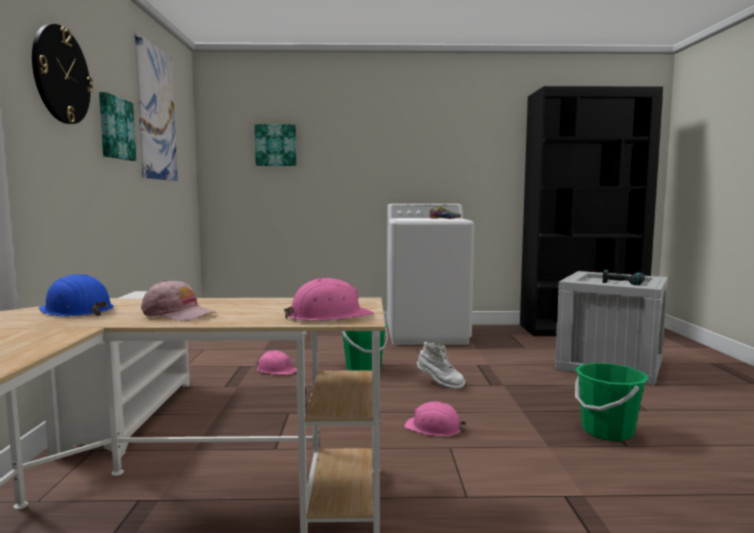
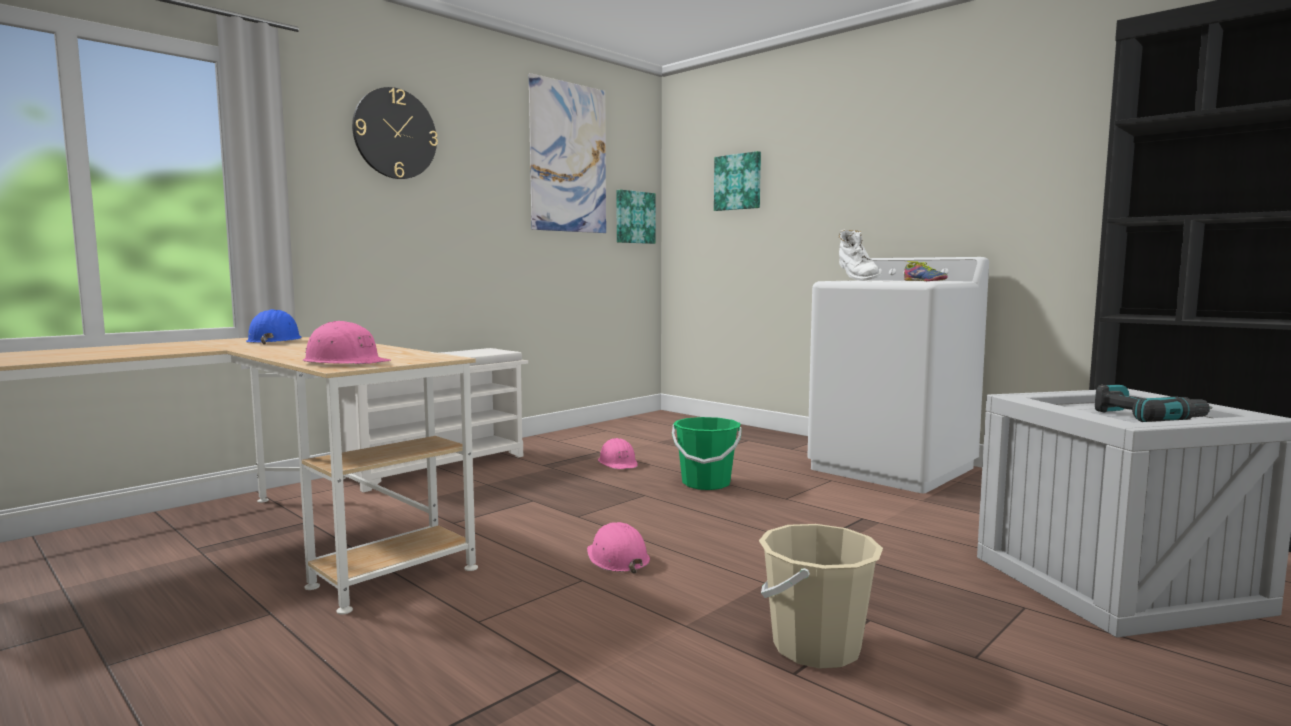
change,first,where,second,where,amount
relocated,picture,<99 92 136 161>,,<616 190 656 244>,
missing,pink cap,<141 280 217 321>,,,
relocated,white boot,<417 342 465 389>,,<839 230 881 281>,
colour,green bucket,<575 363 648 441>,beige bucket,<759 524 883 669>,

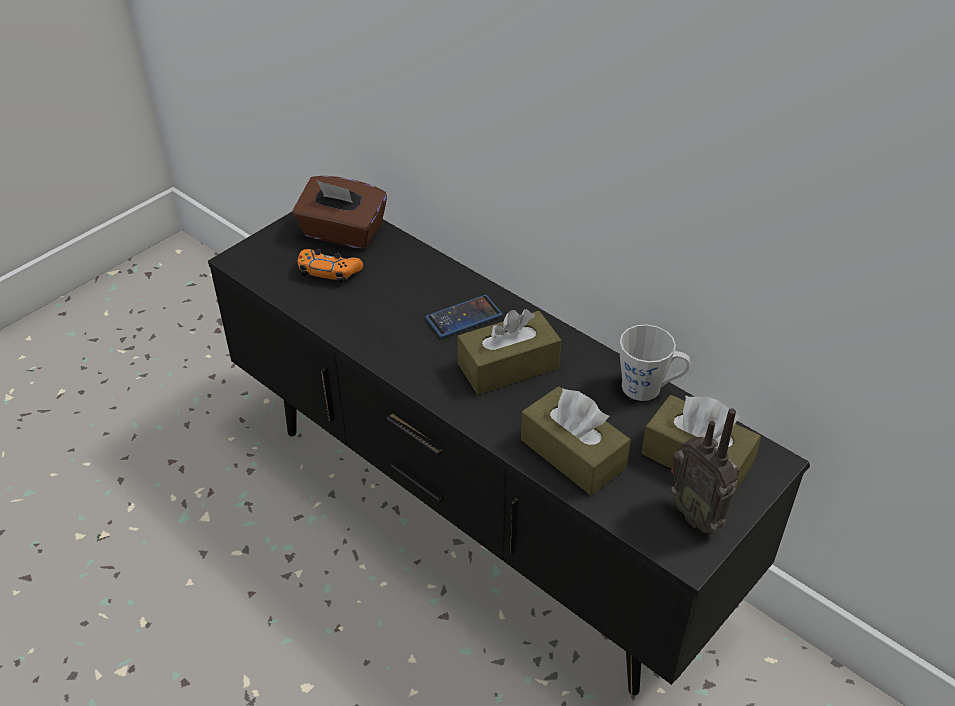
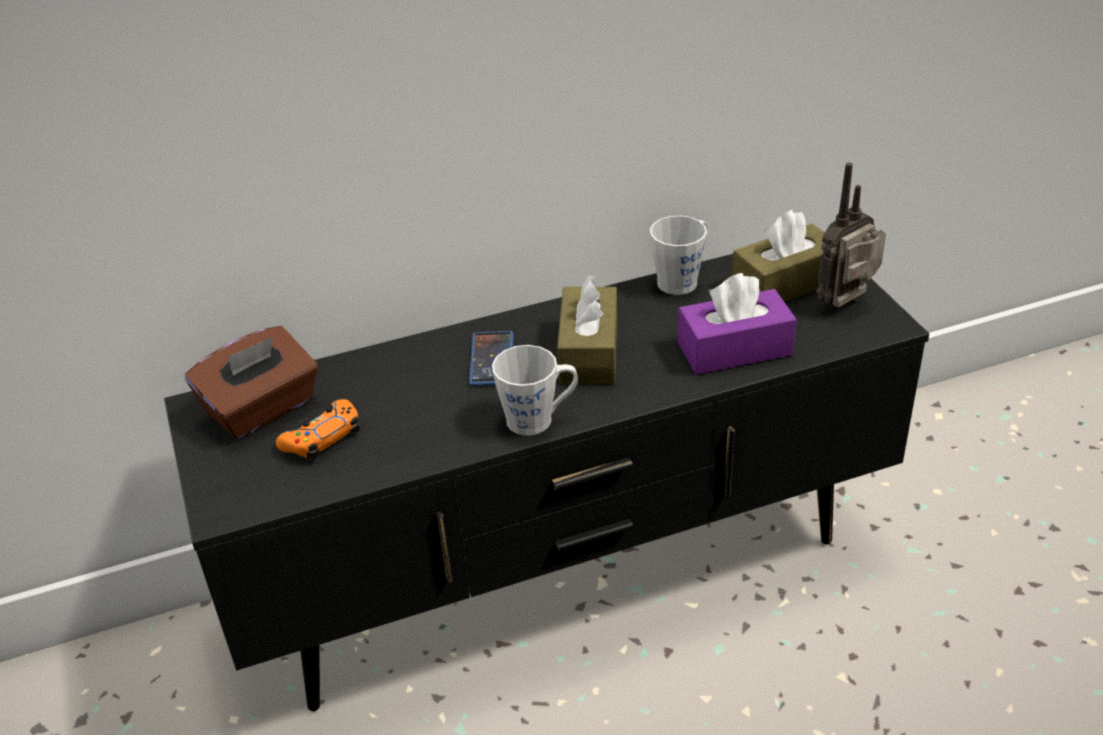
change,first,where,second,where,amount
colour,brown tissue box,<521 386 631 495>,purple tissue box,<678 273 797 375>,
spun,radio,<671 408 738 533>,,<816 163 886 308>,150 degrees clockwise
appeared,,,grey mug,<492 345 578 436>,

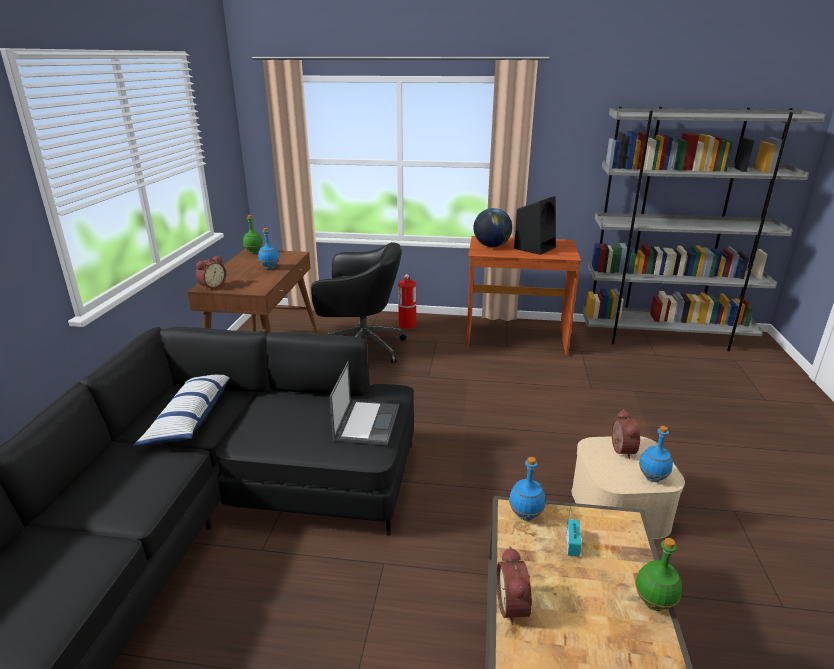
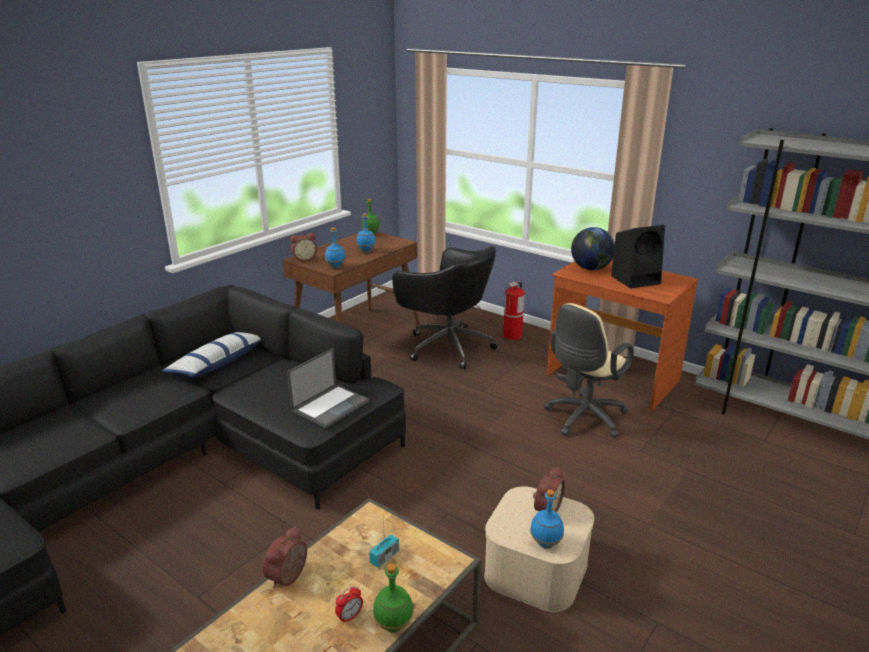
change,first,where,second,where,amount
relocated,blue bottle,<509 457 545 521>,,<325 227 346 269>,
appeared,,,alarm clock,<335 586 363 624>,
appeared,,,beige office chair,<544 303 634 438>,

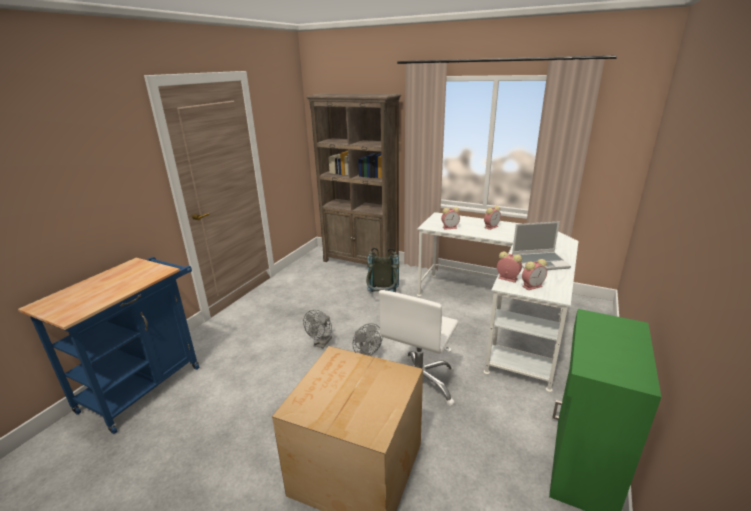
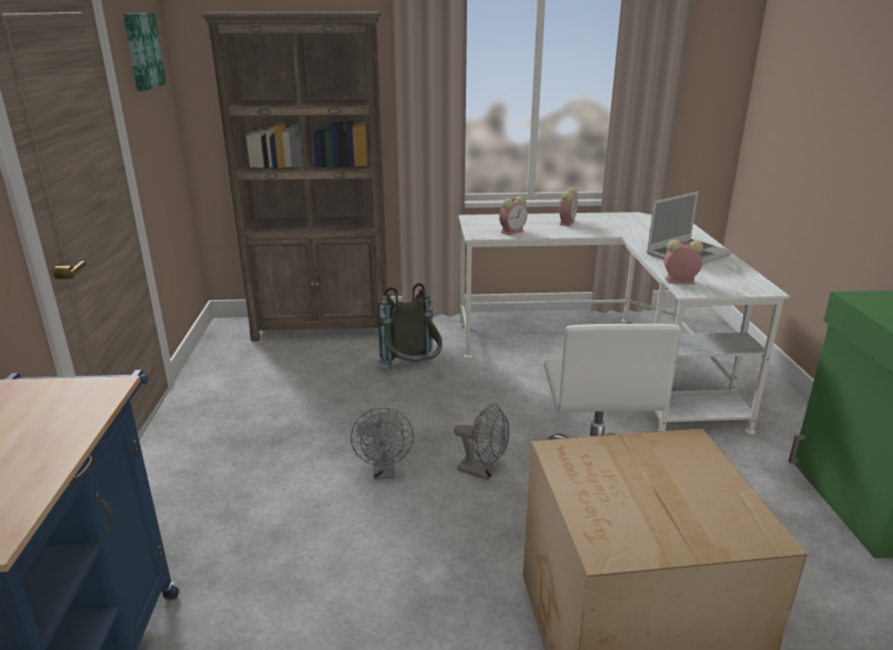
change,first,where,second,where,amount
missing,alarm clock,<522 259 547 290>,,,
appeared,,,picture,<123 13 166 91>,

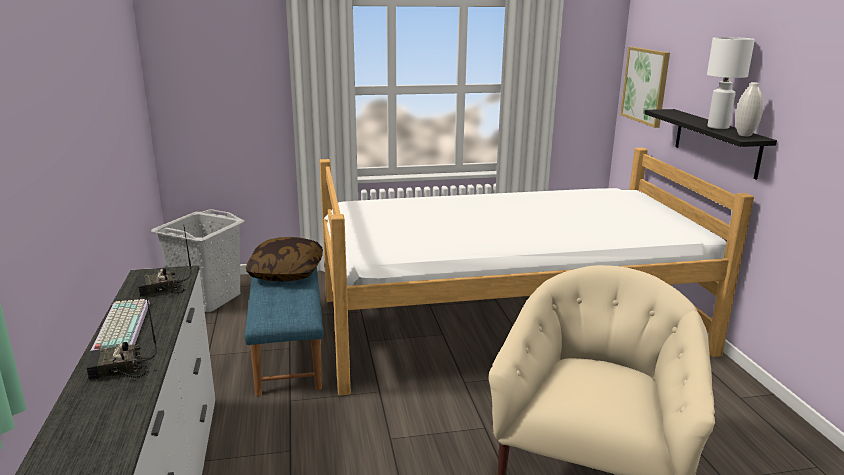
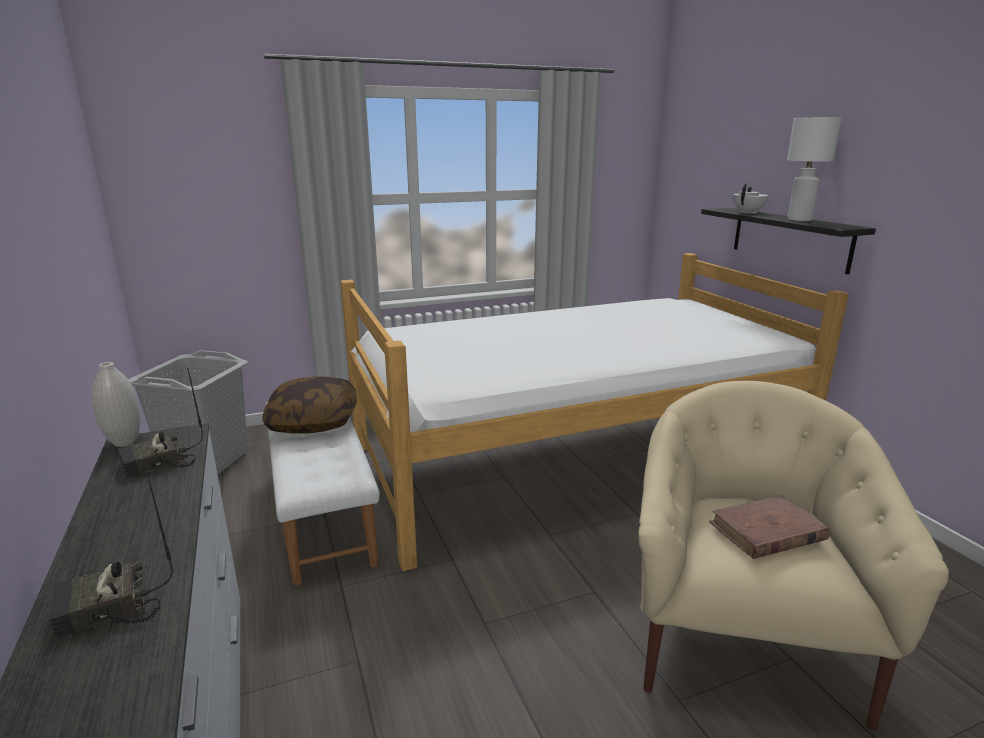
change,first,where,second,where,amount
missing,keyboard,<90 299 150 353>,,,
colour,blue bench,<245 267 324 396>,white bench,<266 402 380 586>,
missing,picture,<620 47 670 128>,,,
relocated,white vase,<735 82 763 136>,,<92 362 141 447>,
appeared,,,brown book,<709 495 830 559>,
appeared,,,white teapot,<733 183 769 214>,

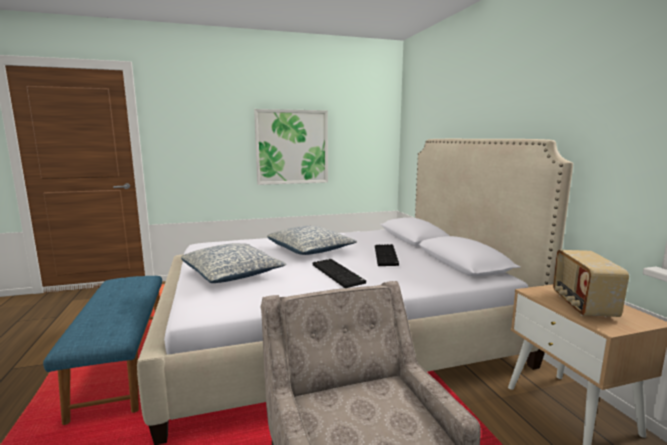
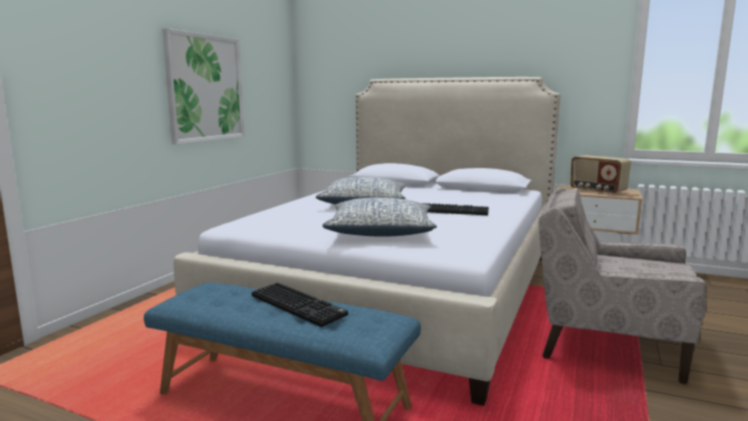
change,first,where,second,where,amount
relocated,keyboard,<375 244 399 266>,,<251 282 348 327>,

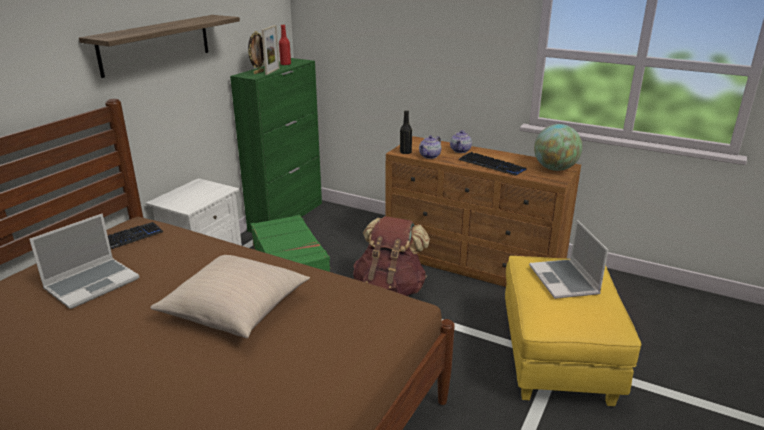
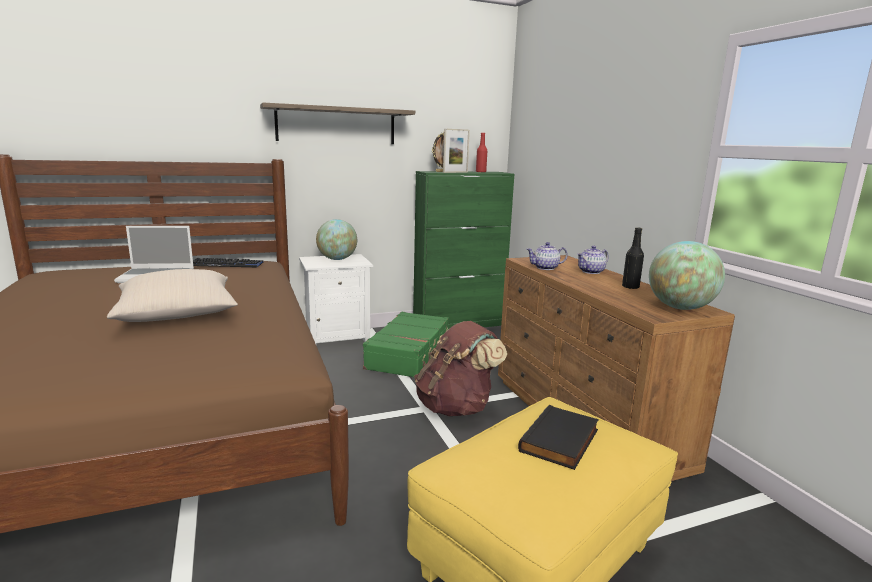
change,first,where,second,where,amount
relocated,black bottle,<400 110 412 154>,,<622 227 644 289>,
missing,keyboard,<459 152 527 176>,,,
exchanged,laptop,<529 220 608 299>,black book,<518 405 599 470>,
appeared,,,globe,<316 219 357 260>,

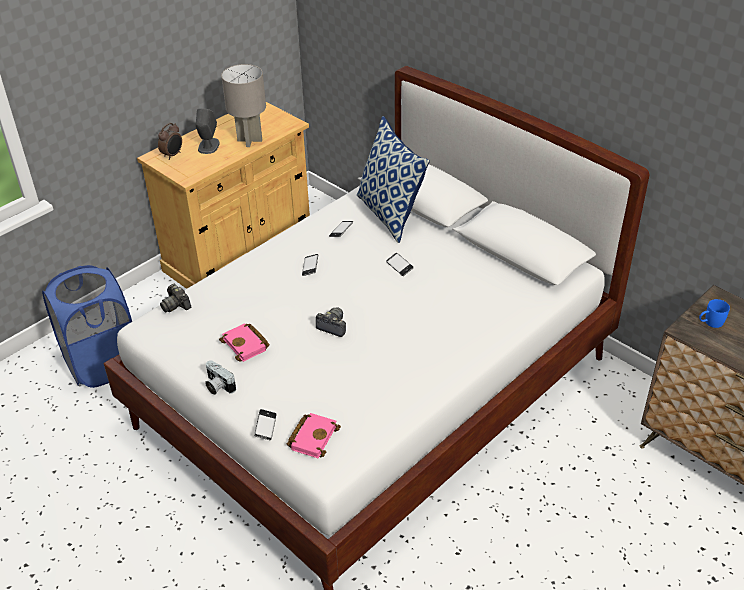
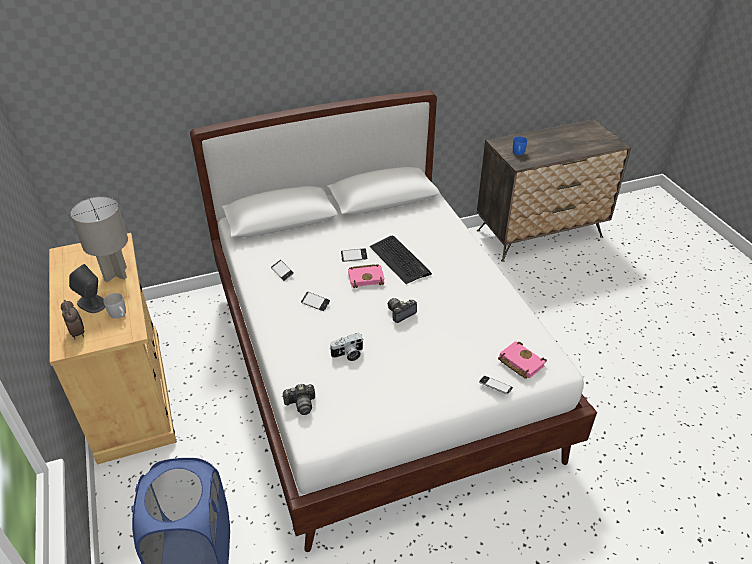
change,first,where,second,where,amount
relocated,photo camera,<205 361 236 395>,,<330 333 363 361>,
relocated,pink book,<219 323 270 362>,,<348 264 385 288>,
missing,pillow,<357 116 430 243>,,,
appeared,,,white mug,<103 293 126 319>,
appeared,,,keyboard,<370 235 432 284>,

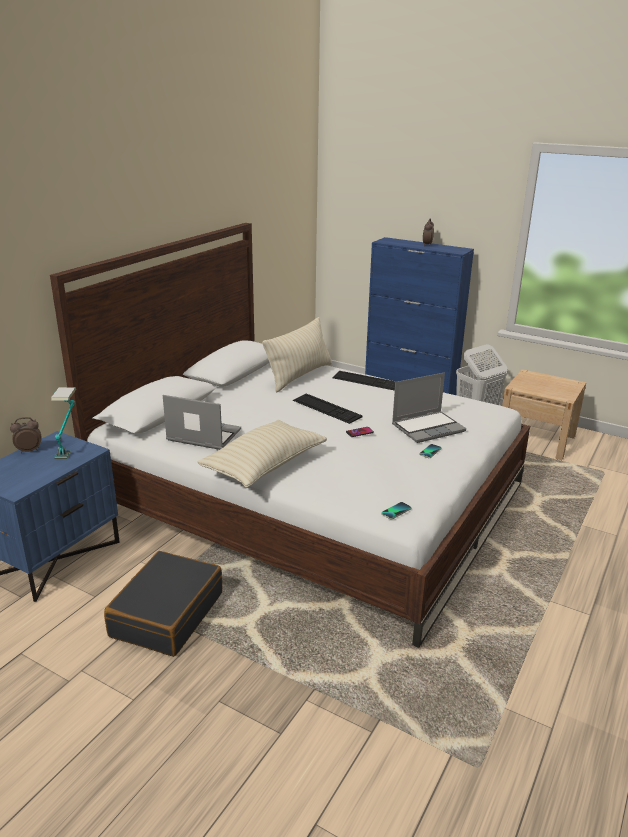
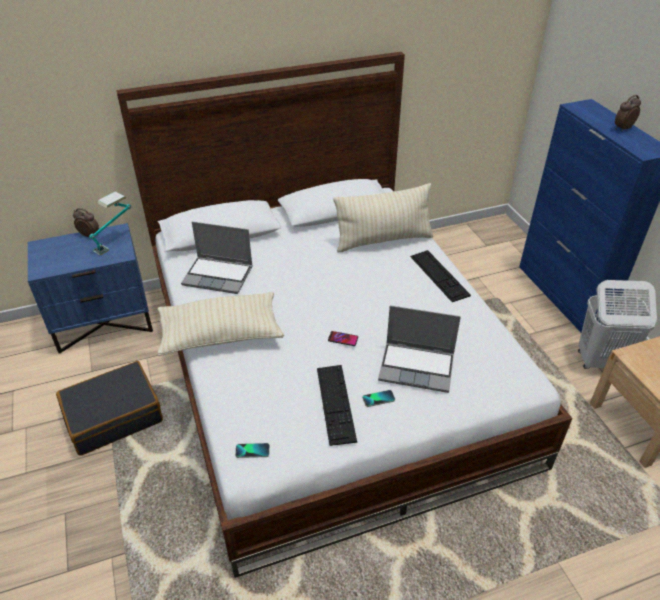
change,first,where,second,where,amount
spun,laptop,<163 395 241 450>,,<181 222 253 294>,135 degrees clockwise
relocated,keyboard,<293 393 362 424>,,<317 365 357 446>,

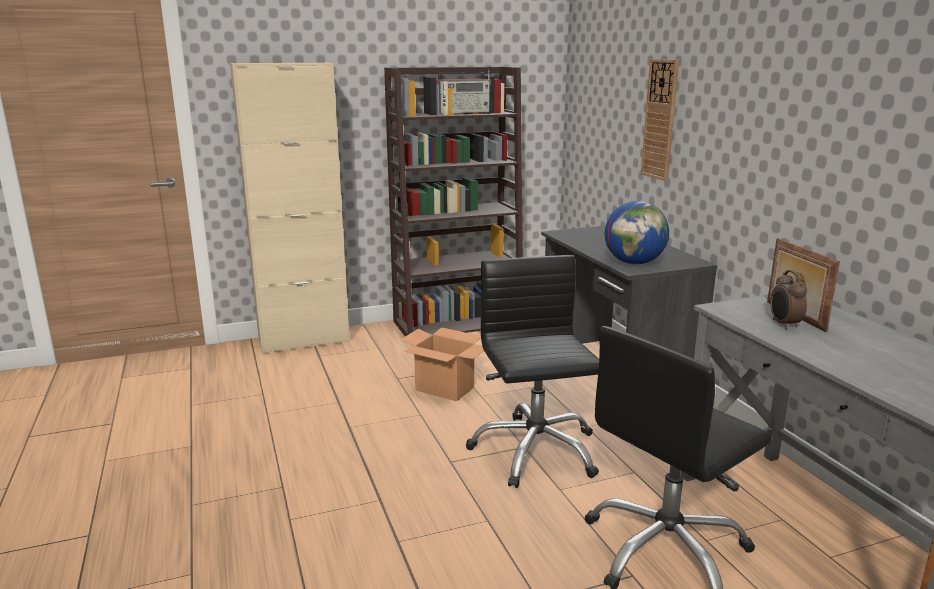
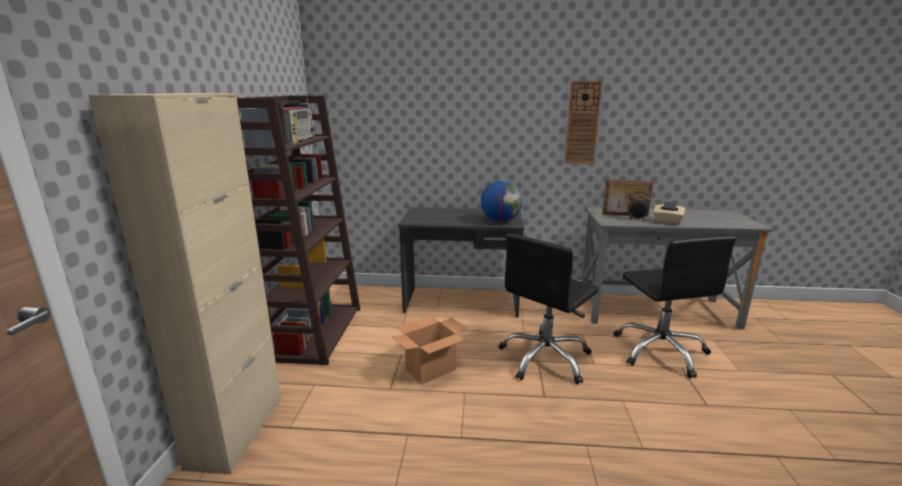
change,first,where,second,where,amount
spun,black office chair,<466 255 599 488>,,<499 233 599 384>,60 degrees counterclockwise
relocated,wall clock,<641 59 679 181>,,<564 81 603 164>,
appeared,,,beige tissue box,<653 201 685 225>,

